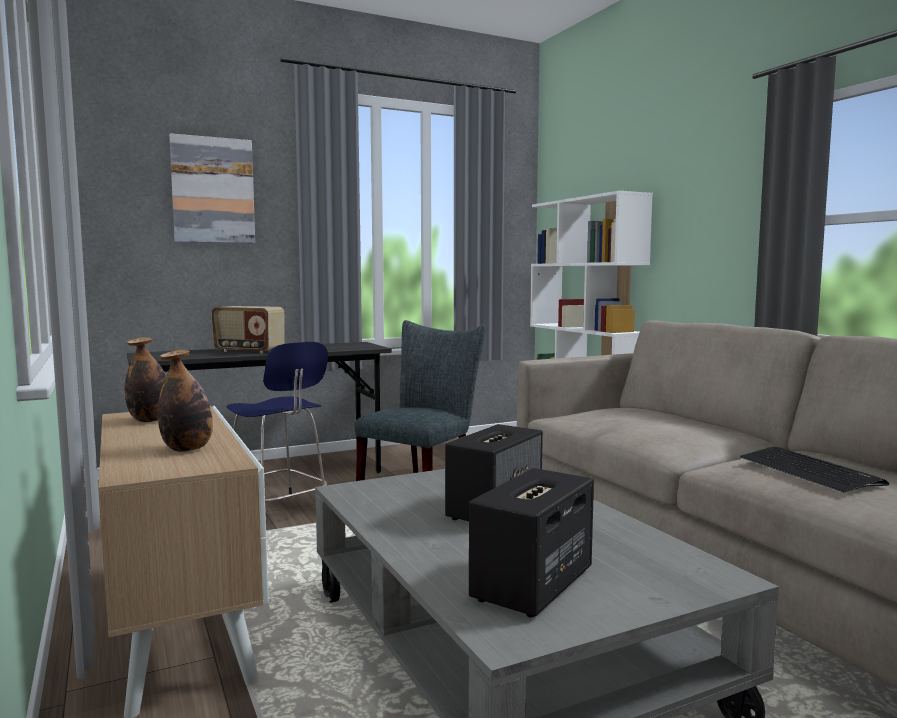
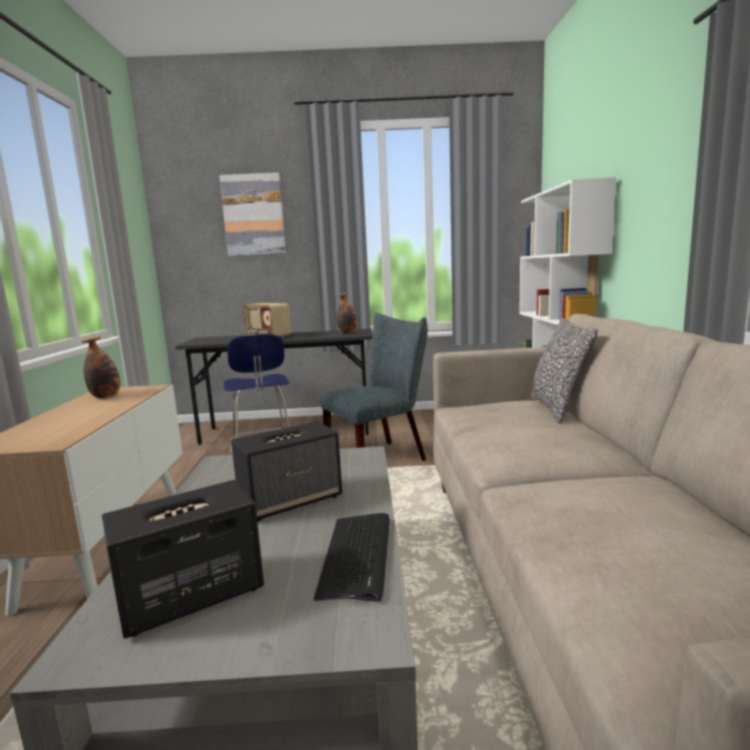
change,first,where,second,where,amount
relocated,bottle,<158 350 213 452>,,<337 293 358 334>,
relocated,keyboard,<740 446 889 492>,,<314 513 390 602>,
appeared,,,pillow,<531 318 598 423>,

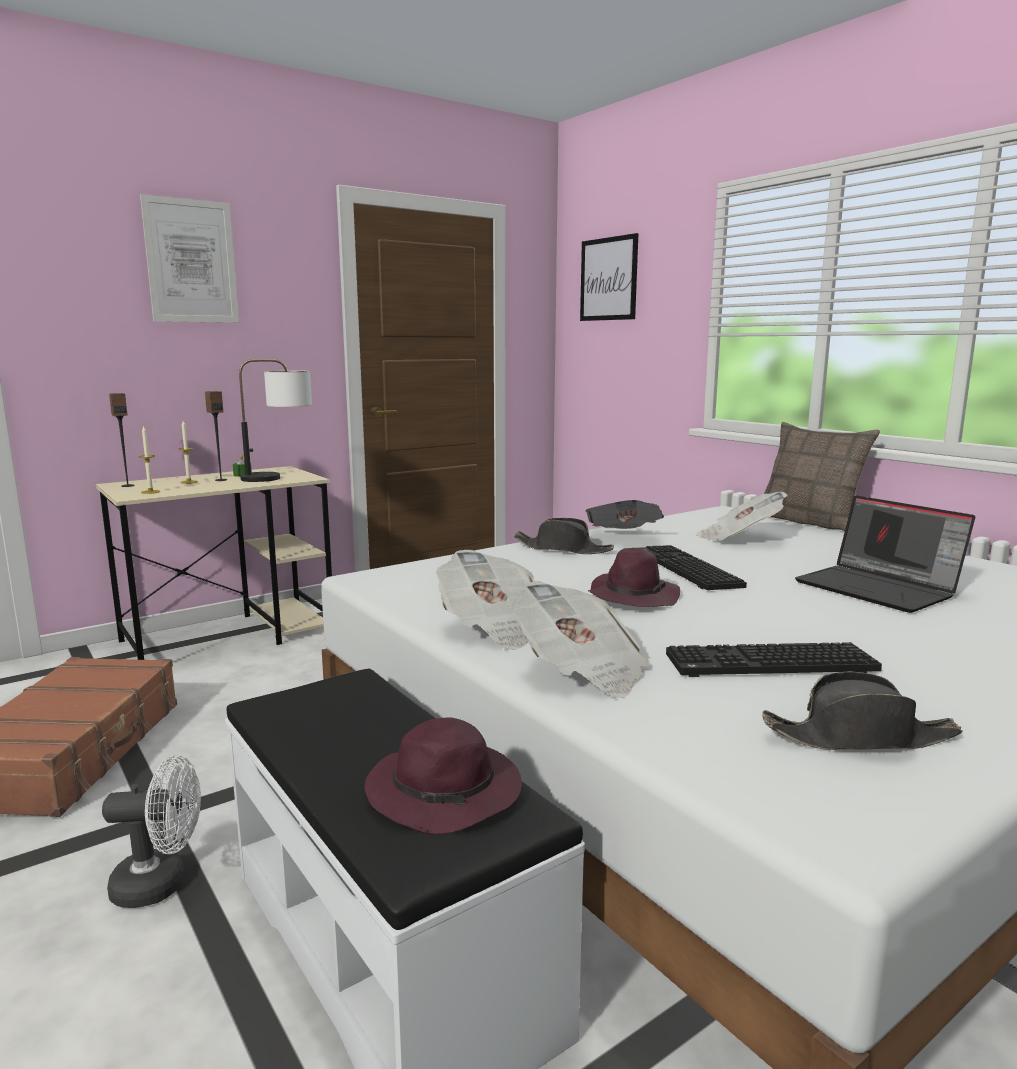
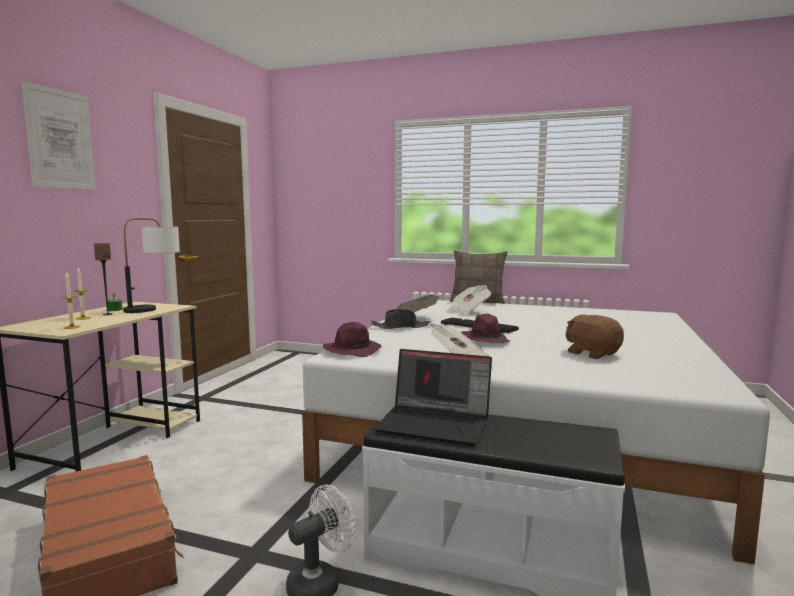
change,first,where,second,where,amount
missing,speaker,<109 393 134 487>,,,
relocated,purple hat,<365 717 522 835>,,<323 322 382 357>,
missing,newspaper,<513 581 649 698>,,,
missing,picture,<580 233 638 321>,,,
exchanged,keyboard,<666 642 882 677>,brown plush toy,<566 314 624 359>,
missing,black hat,<762 671 963 750>,,,
relocated,laptop,<795 495 975 613>,,<375 349 492 446>,

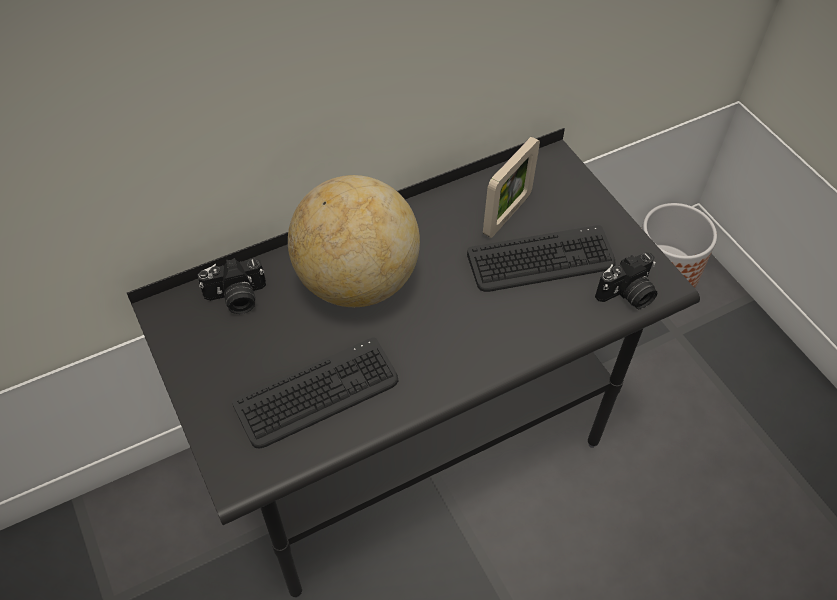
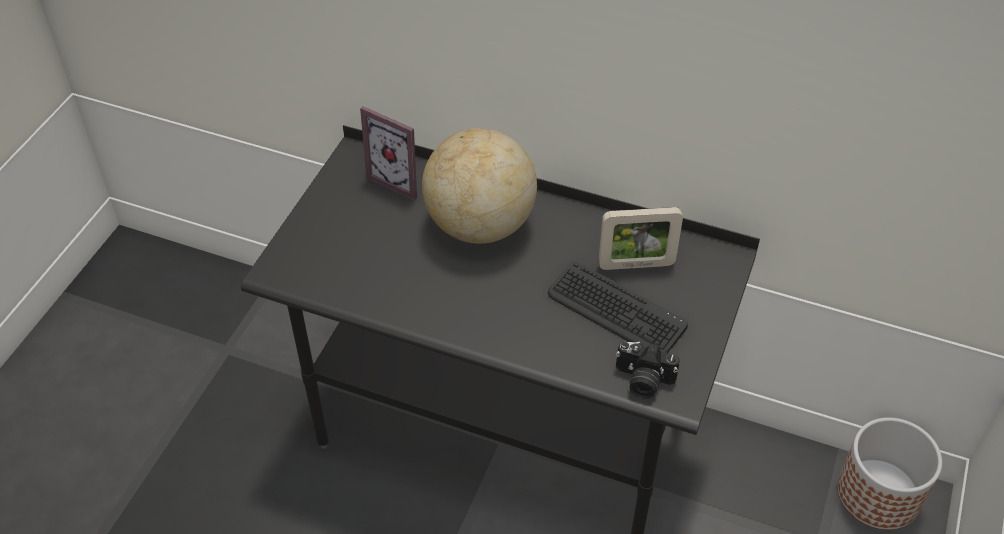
change,first,where,second,where,amount
exchanged,photo camera,<197 258 266 314>,picture frame,<360 106 417 200>,
missing,keyboard,<232 337 398 448>,,,

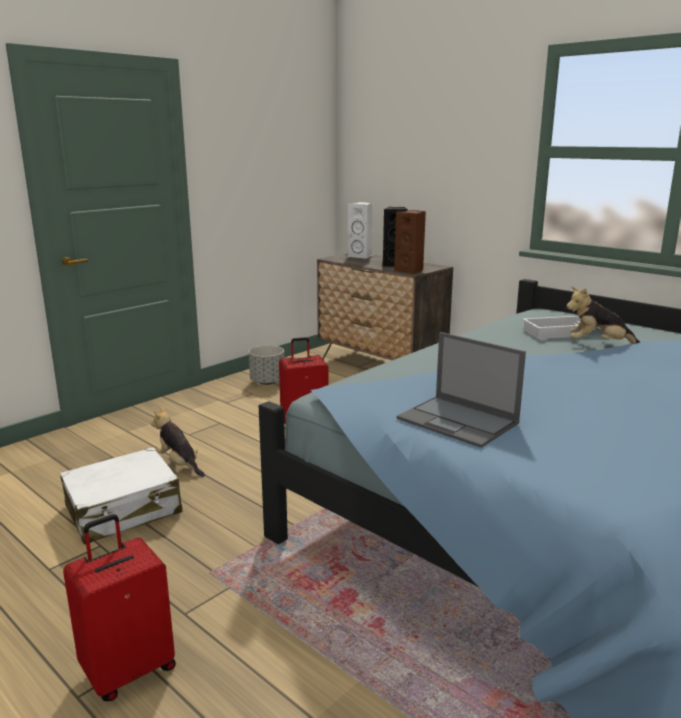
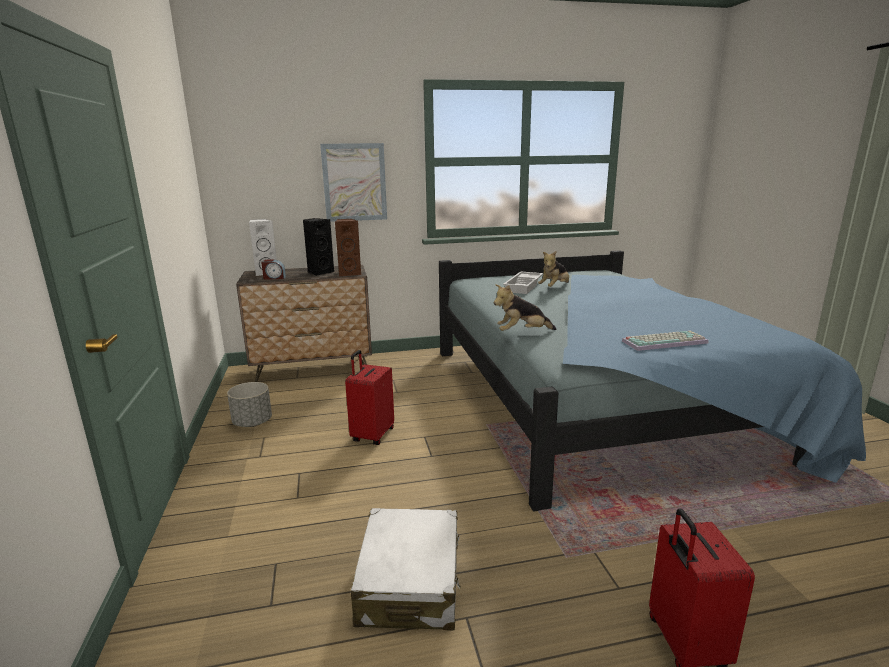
change,first,where,second,where,amount
relocated,plush toy,<150 407 205 477>,,<494 284 557 331>,
exchanged,laptop,<397 332 526 448>,keyboard,<622 330 709 351>,
appeared,,,alarm clock,<261 259 286 280>,
appeared,,,picture,<320 143 387 222>,

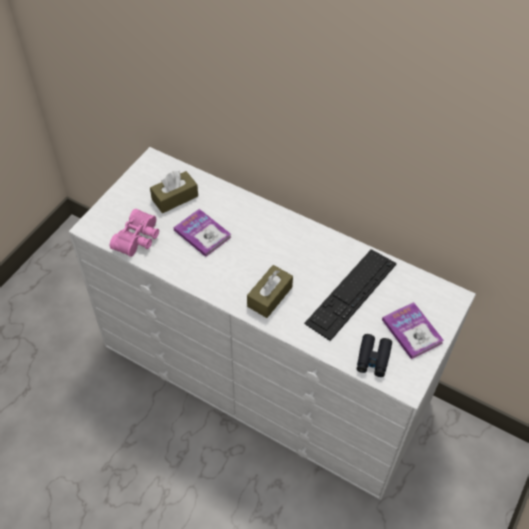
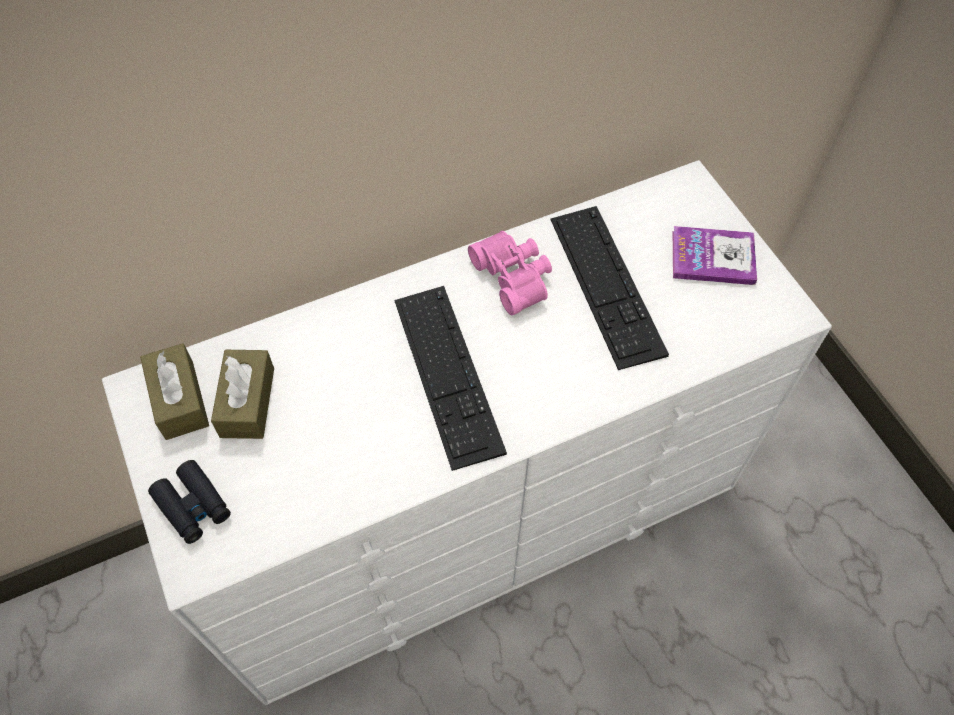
change,first,where,second,where,amount
relocated,pink binoculars,<110 209 159 257>,,<468 231 552 315>,
missing,book,<173 209 231 257>,,,
relocated,brown tissue box,<247 265 293 318>,,<140 343 209 440>,
relocated,black binoculars,<357 334 392 377>,,<148 460 231 544>,
appeared,,,keyboard,<394 286 507 471>,

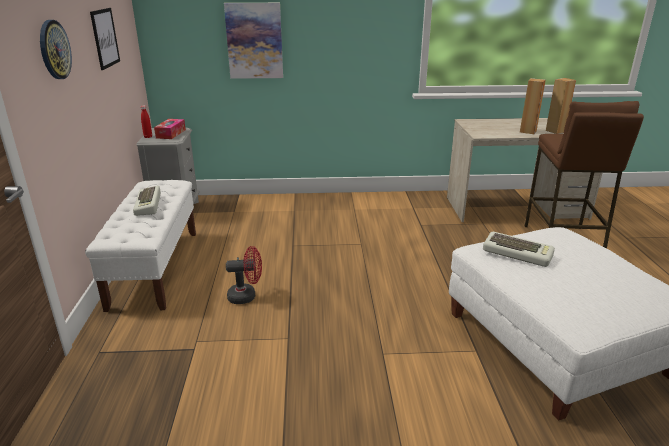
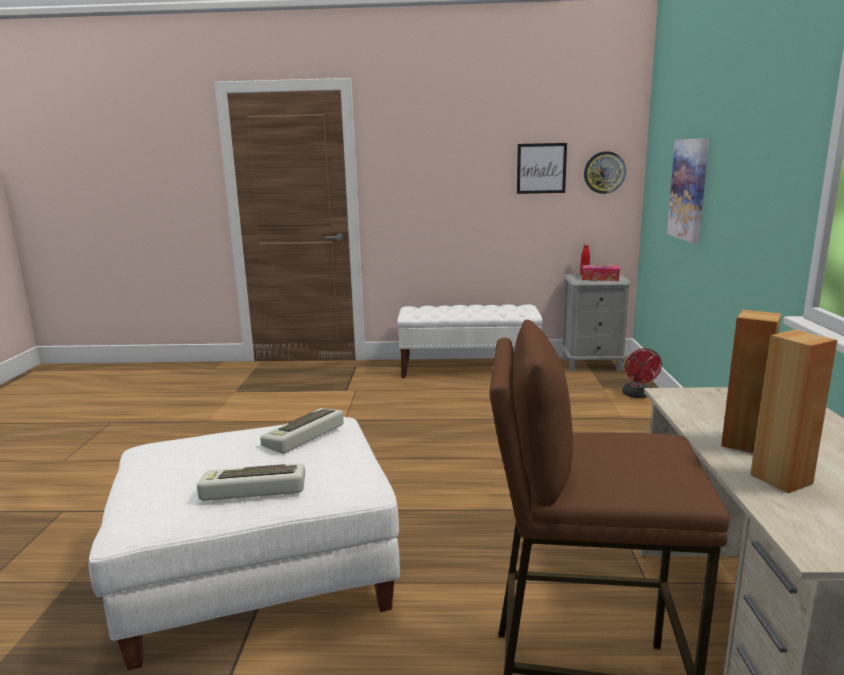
change,first,where,second,where,amount
relocated,wall clock,<40 20 72 79>,,<584 151 626 194>,
relocated,keyboard,<133 186 161 216>,,<197 463 305 501>,
relocated,red fan,<226 246 262 304>,,<622 348 662 398>,

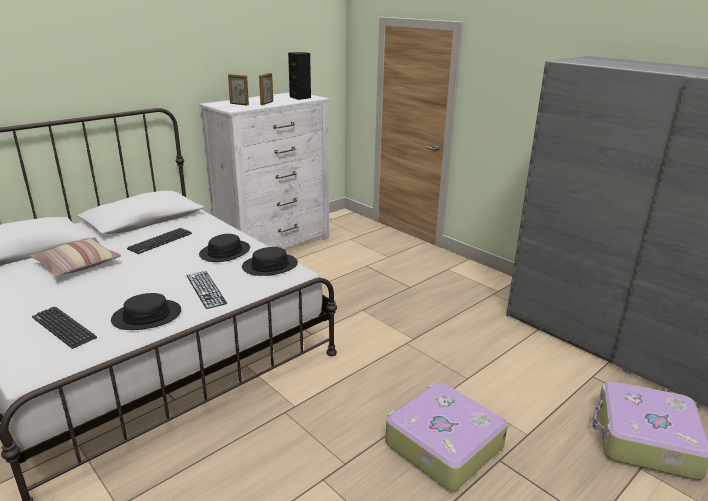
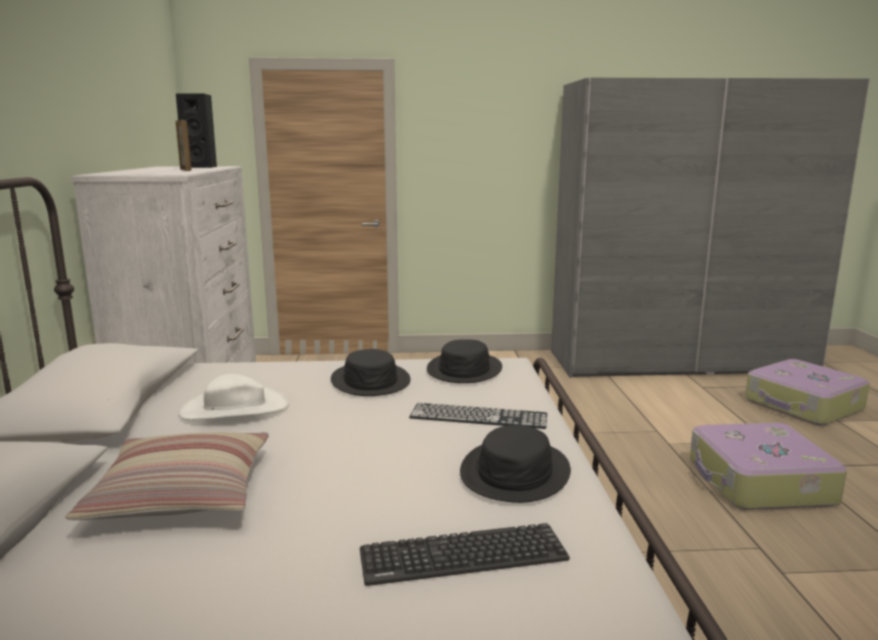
change,first,where,second,where,amount
exchanged,keyboard,<127 228 192 254>,white hat,<178 374 289 420>,
missing,picture frame,<228 74 249 105>,,,

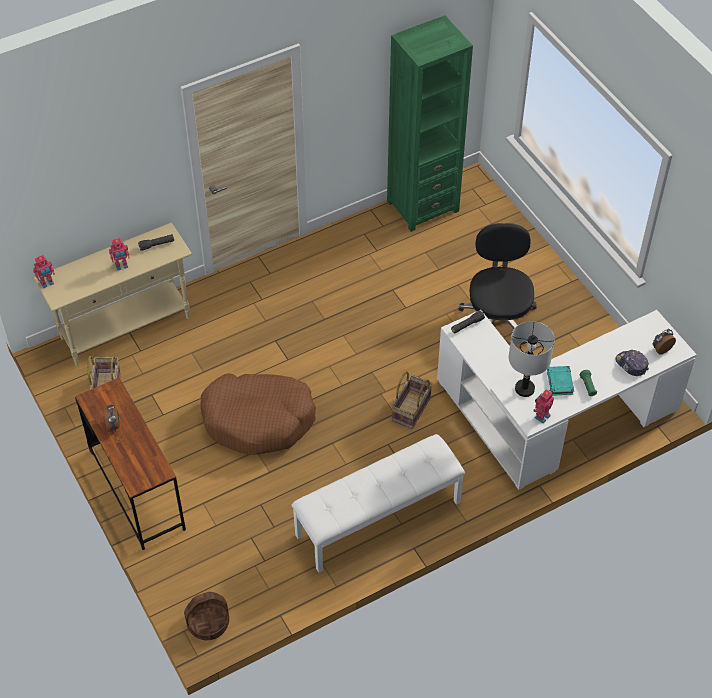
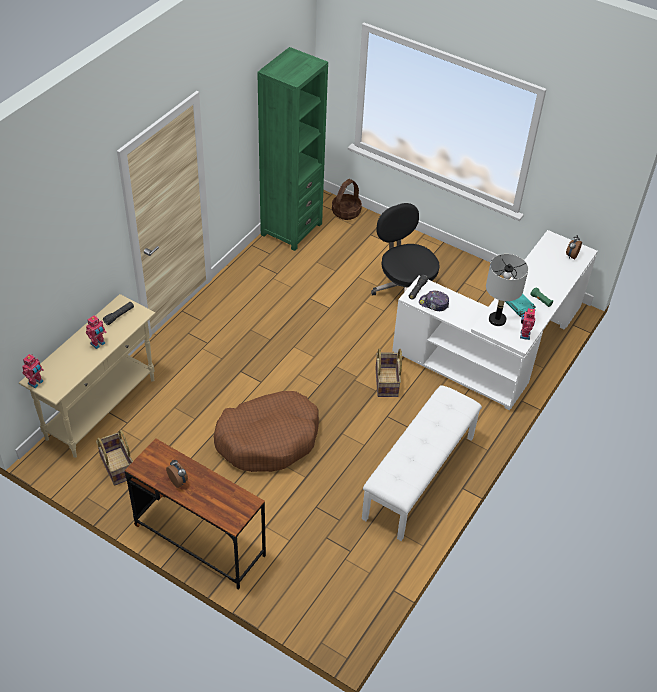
change,first,where,second,where,amount
relocated,basket,<184 592 229 640>,,<332 179 362 220>,
relocated,cap,<615 350 649 376>,,<419 291 449 311>,

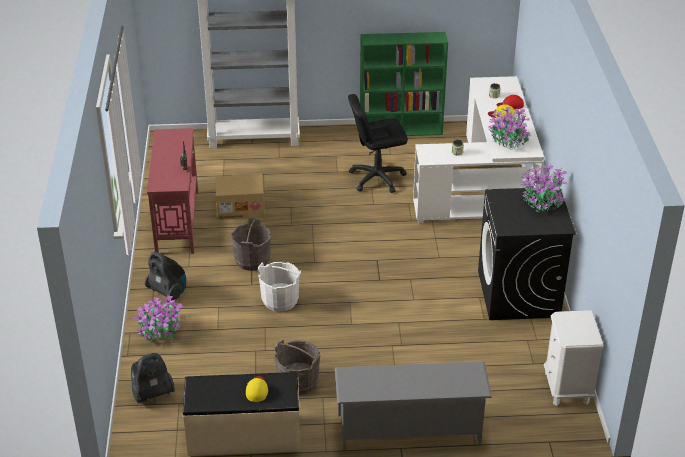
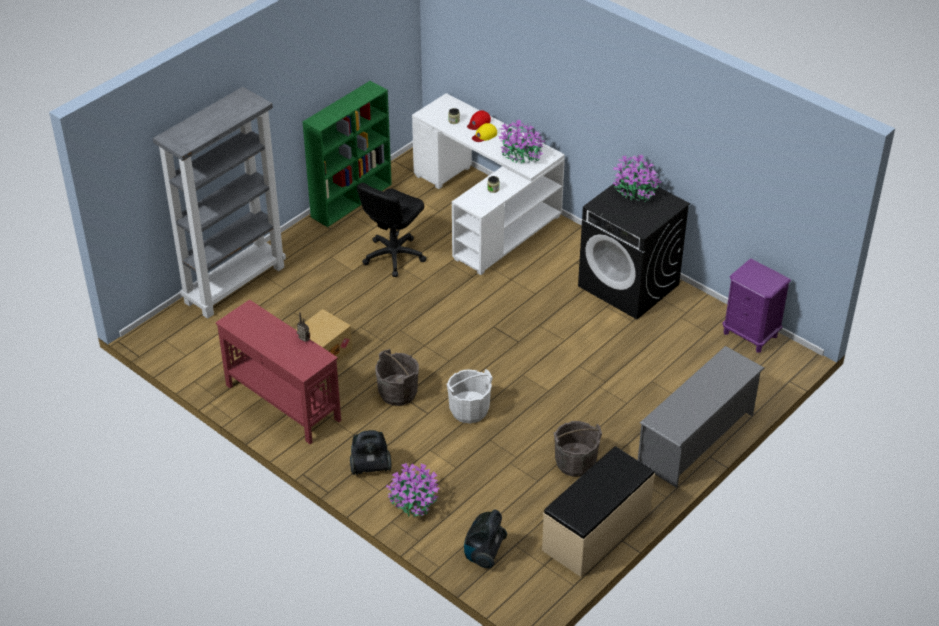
change,first,where,second,where,amount
missing,yellow cap,<246 376 268 402>,,,
colour,white nightstand,<544 310 603 406>,purple nightstand,<722 259 791 353>,

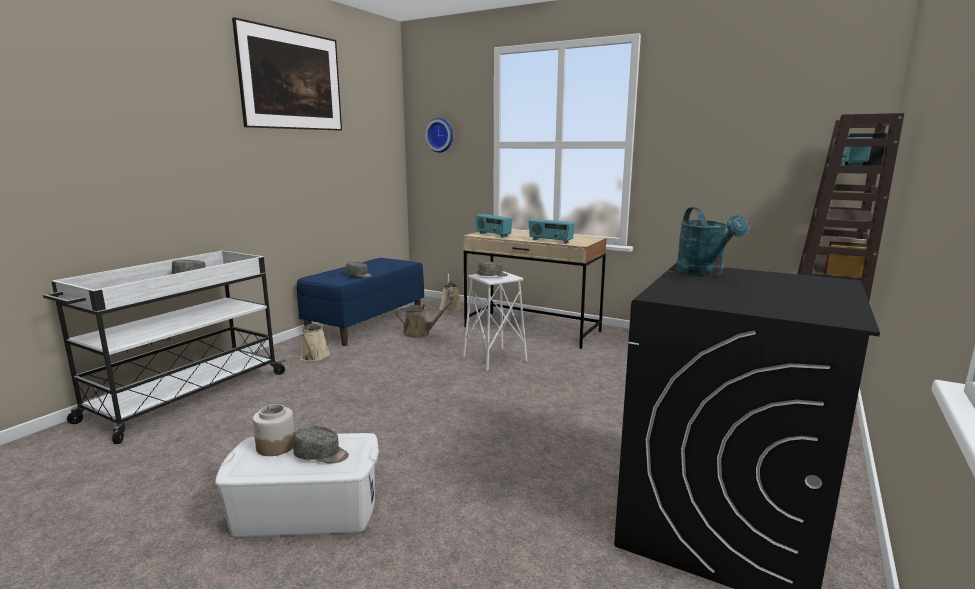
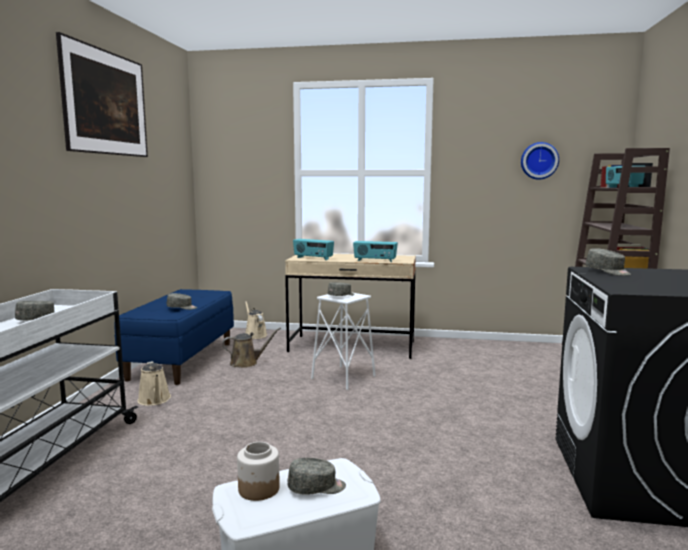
change,first,where,second,where,amount
relocated,wall clock,<425 118 453 153>,,<521 142 559 180>,
exchanged,turquoise watering can,<676 207 749 276>,grey cap,<585 248 631 276>,

